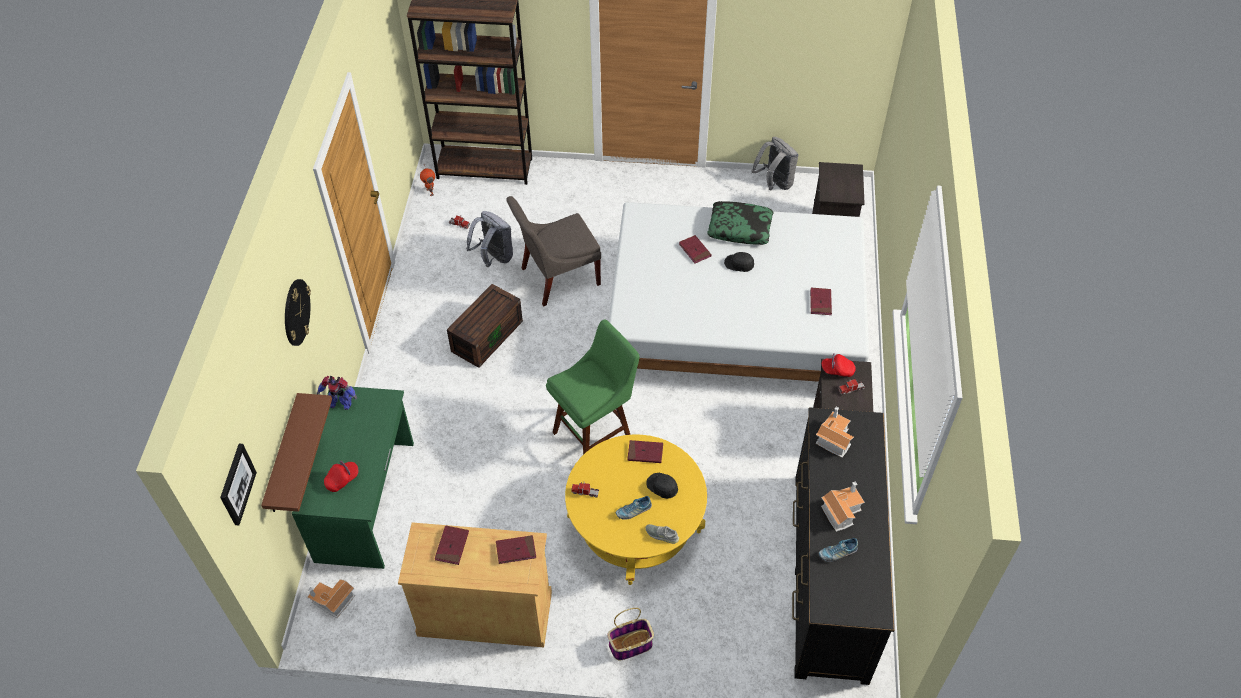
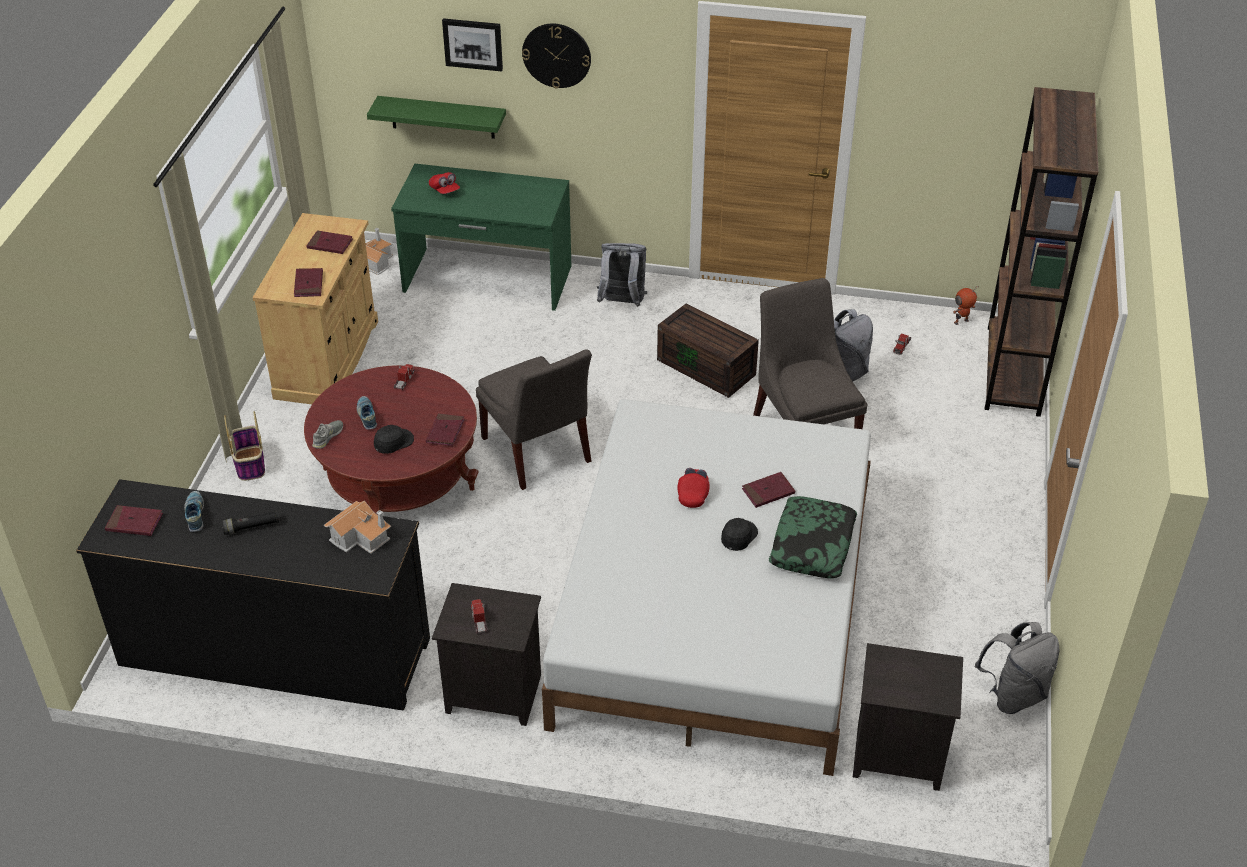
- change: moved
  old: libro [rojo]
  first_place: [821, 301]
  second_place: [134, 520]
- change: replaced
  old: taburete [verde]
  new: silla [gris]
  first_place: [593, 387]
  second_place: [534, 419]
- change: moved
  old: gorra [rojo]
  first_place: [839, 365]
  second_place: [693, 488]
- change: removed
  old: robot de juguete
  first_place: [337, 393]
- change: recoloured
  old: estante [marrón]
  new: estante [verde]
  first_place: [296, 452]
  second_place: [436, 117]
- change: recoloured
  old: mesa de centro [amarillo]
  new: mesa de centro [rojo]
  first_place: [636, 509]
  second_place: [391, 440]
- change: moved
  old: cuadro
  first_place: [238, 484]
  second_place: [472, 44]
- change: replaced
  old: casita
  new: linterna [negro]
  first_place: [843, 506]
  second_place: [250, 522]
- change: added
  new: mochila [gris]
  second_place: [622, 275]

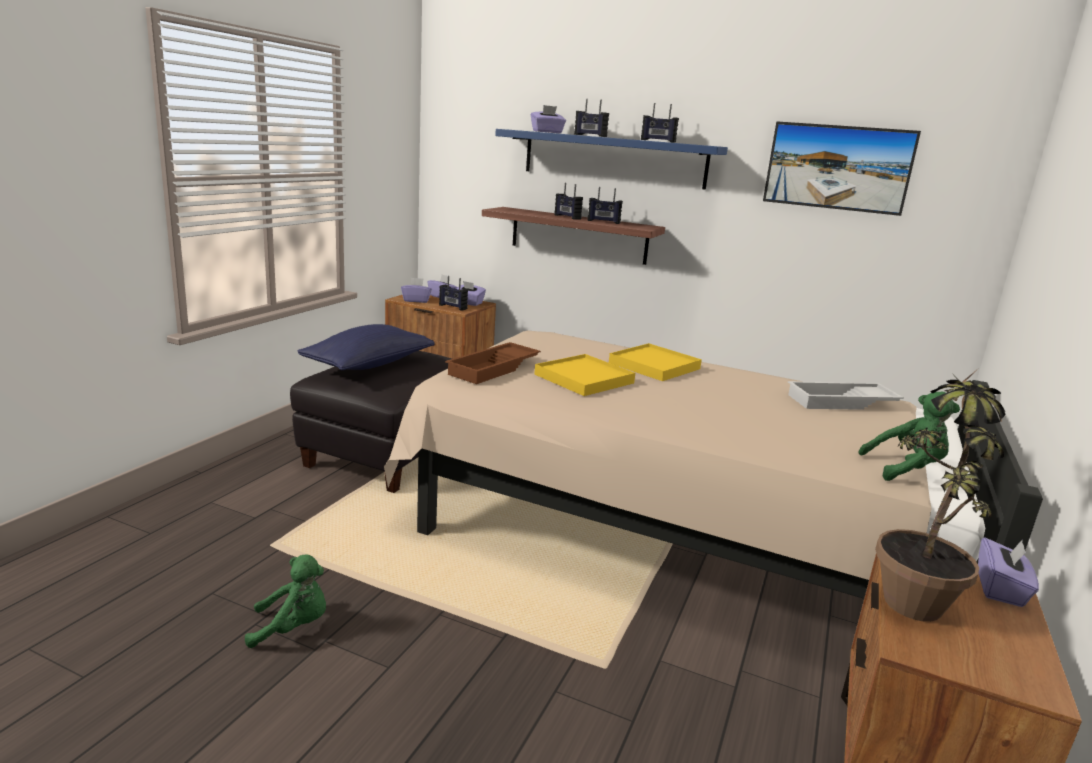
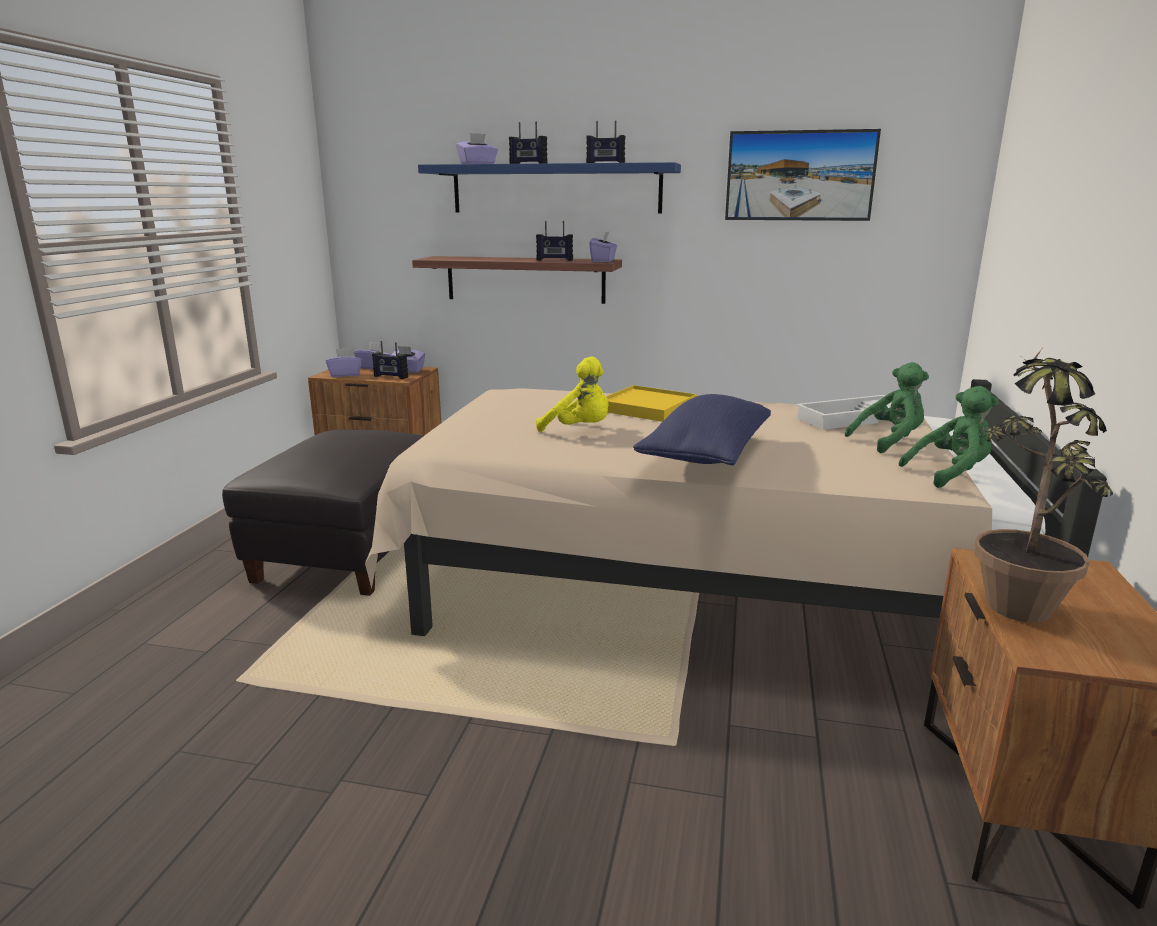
- change: removed
  old: radio
  first_place: [568, 201]
- change: moved
  old: cojín [azul]
  first_place: [366, 347]
  second_place: [702, 429]
- change: removed
  old: bandeja [marrón]
  first_place: [493, 363]
- change: replaced
  old: bandeja [amarillo]
  new: peluche [amarillo]
  first_place: [584, 375]
  second_place: [572, 394]
- change: moved
  old: caja de pañuelos [morado]
  first_place: [1008, 572]
  second_place: [603, 246]
- change: moved
  old: peluche [verde]
  first_place: [285, 601]
  second_place: [887, 407]

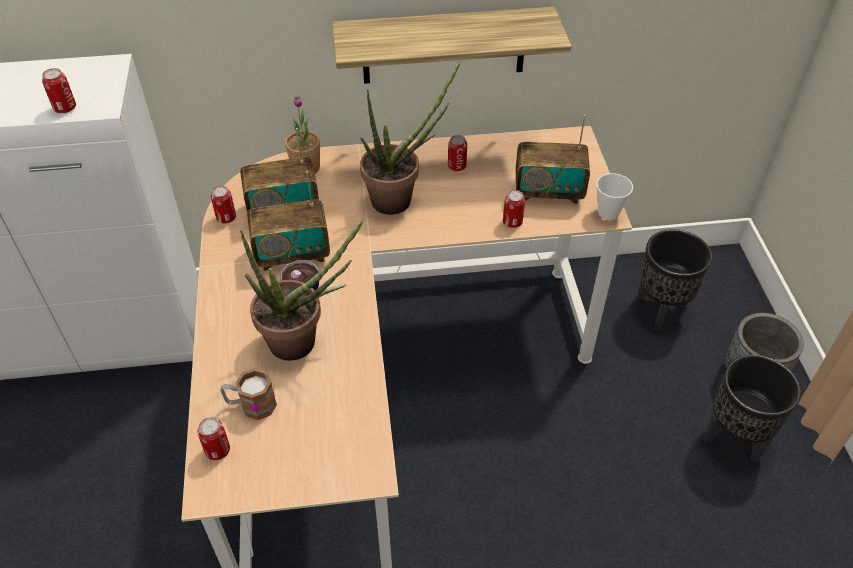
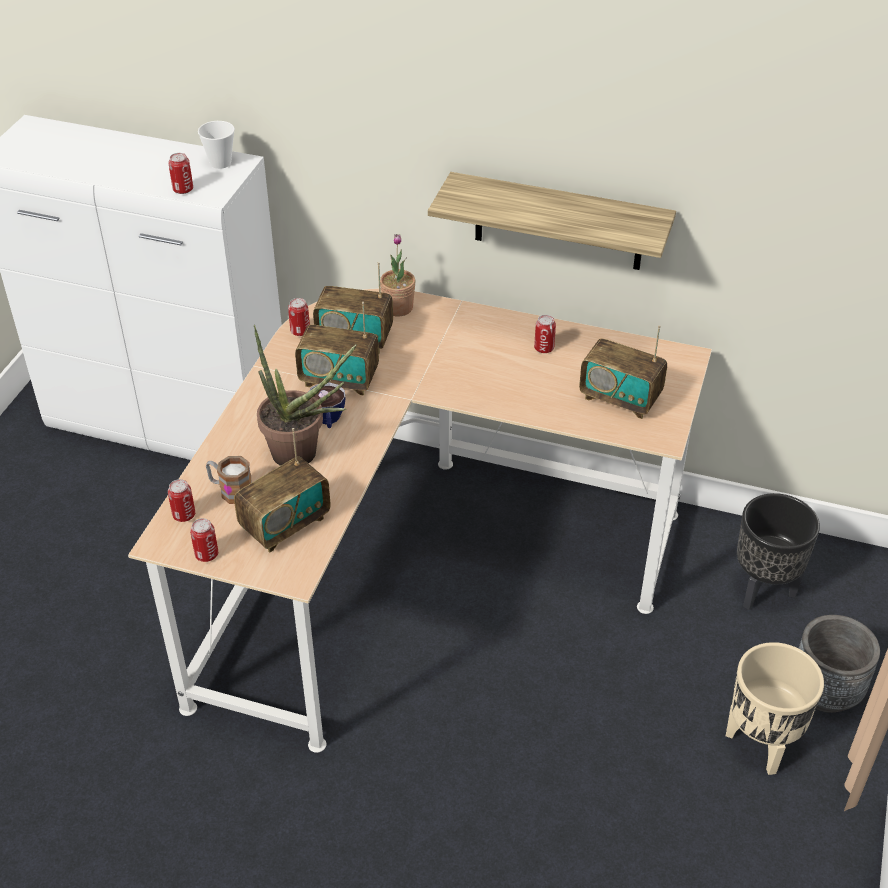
- change: removed
  old: planta en maceta
  first_place: [410, 137]
- change: moved
  old: taza
  first_place: [614, 196]
  second_place: [216, 145]
- change: moved
  old: lata
  first_place: [514, 209]
  second_place: [204, 540]
- change: recoloured
  old: maceta [negro]
  new: maceta [beis]
  first_place: [752, 409]
  second_place: [775, 708]
- change: added
  new: radio
  second_place: [282, 490]

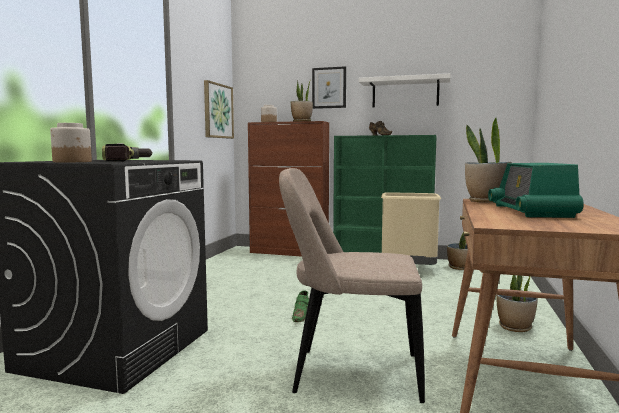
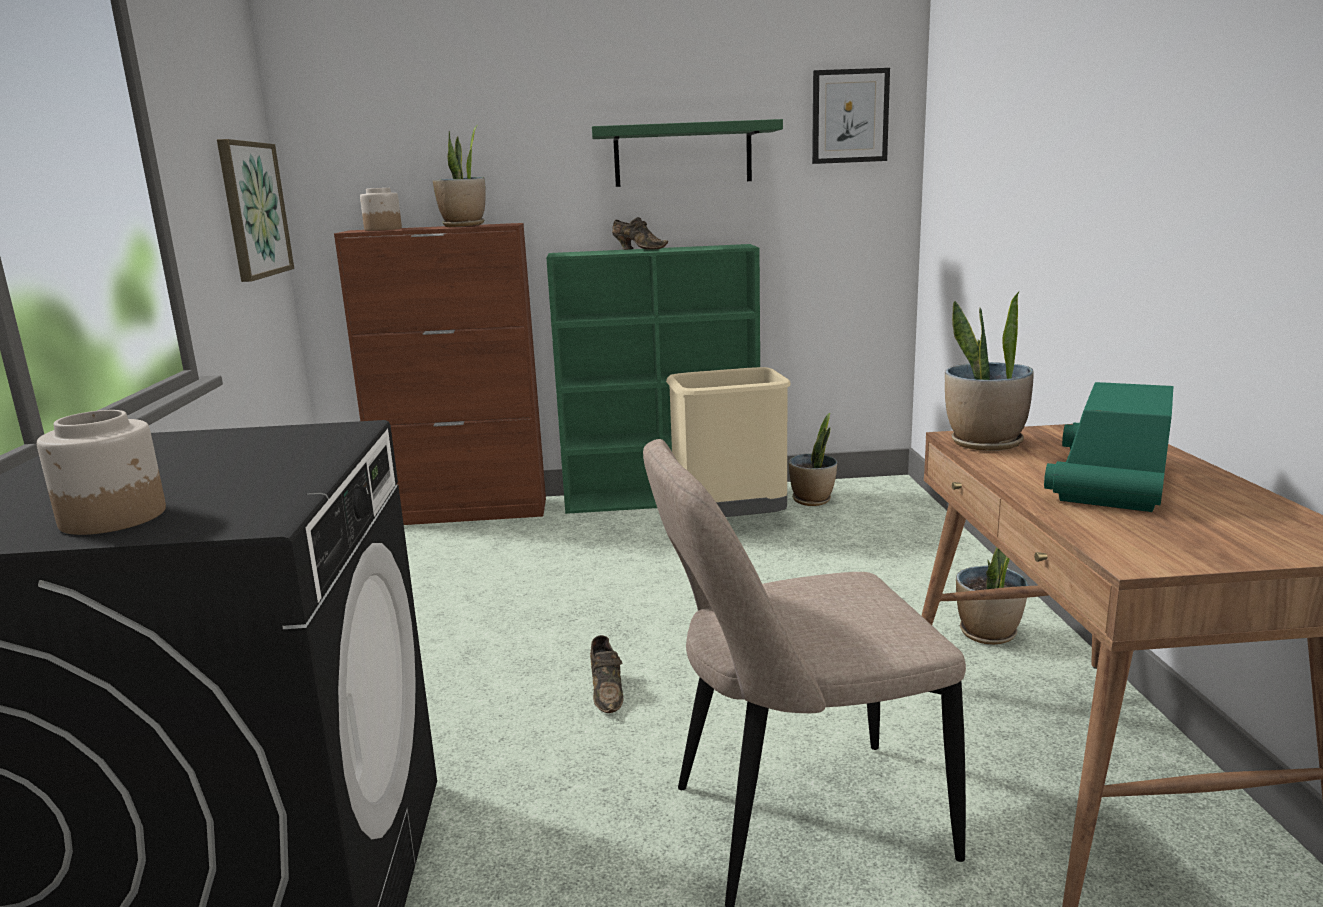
- change: moved
  old: cuadro
  first_place: [329, 87]
  second_place: [851, 116]
- change: recoloured
  old: estante [blanco]
  new: estante [verde]
  first_place: [405, 90]
  second_place: [687, 153]
- change: removed
  old: taladro
  first_place: [127, 152]
- change: turned
  old: radio
  first_place: [536, 190]
  second_place: [1108, 447]
  degrees: 45
- change: recoloured
  old: zapato [verde]
  new: zapato [marrón]
  first_place: [300, 306]
  second_place: [606, 674]

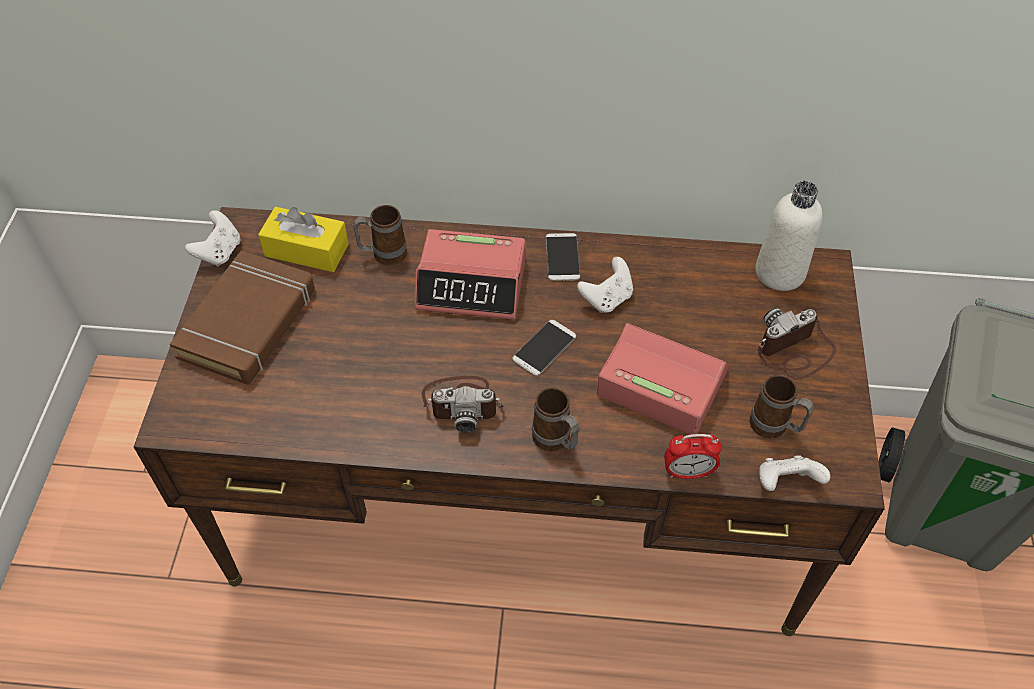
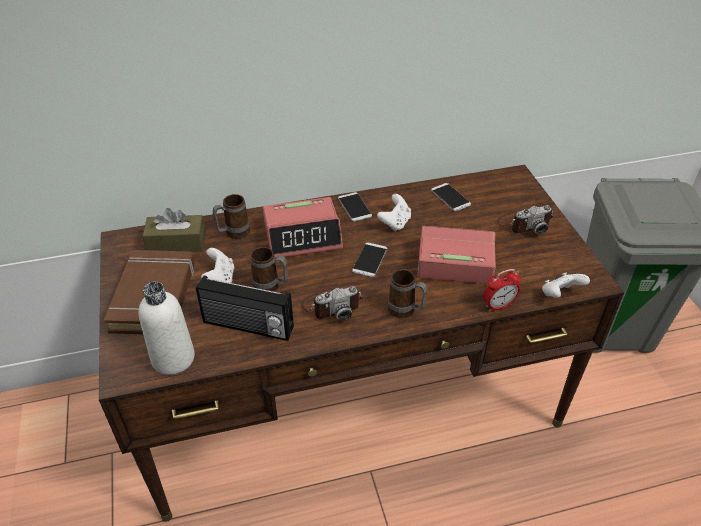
- change: moved
  old: botella [blanco]
  first_place: [789, 236]
  second_place: [167, 328]
- change: recoloured
  old: caja de pañuelos [amarillo]
  new: caja de pañuelos [marrón]
  first_place: [303, 239]
  second_place: [174, 230]
- change: moved
  old: mando de consola [blanco]
  first_place: [212, 238]
  second_place: [217, 265]
- change: turned
  old: cámara
  first_place: [797, 344]
  second_place: [525, 220]
  degrees: -150
- change: moved
  old: taza grande
  first_place: [782, 407]
  second_place: [269, 269]
- change: added
  new: móvil
  second_place: [451, 197]
- change: added
  new: radio
  second_place: [245, 308]

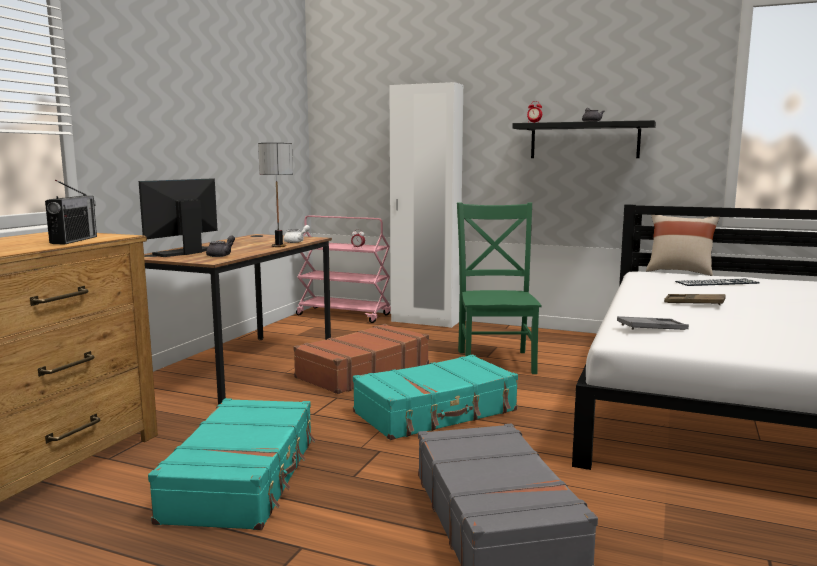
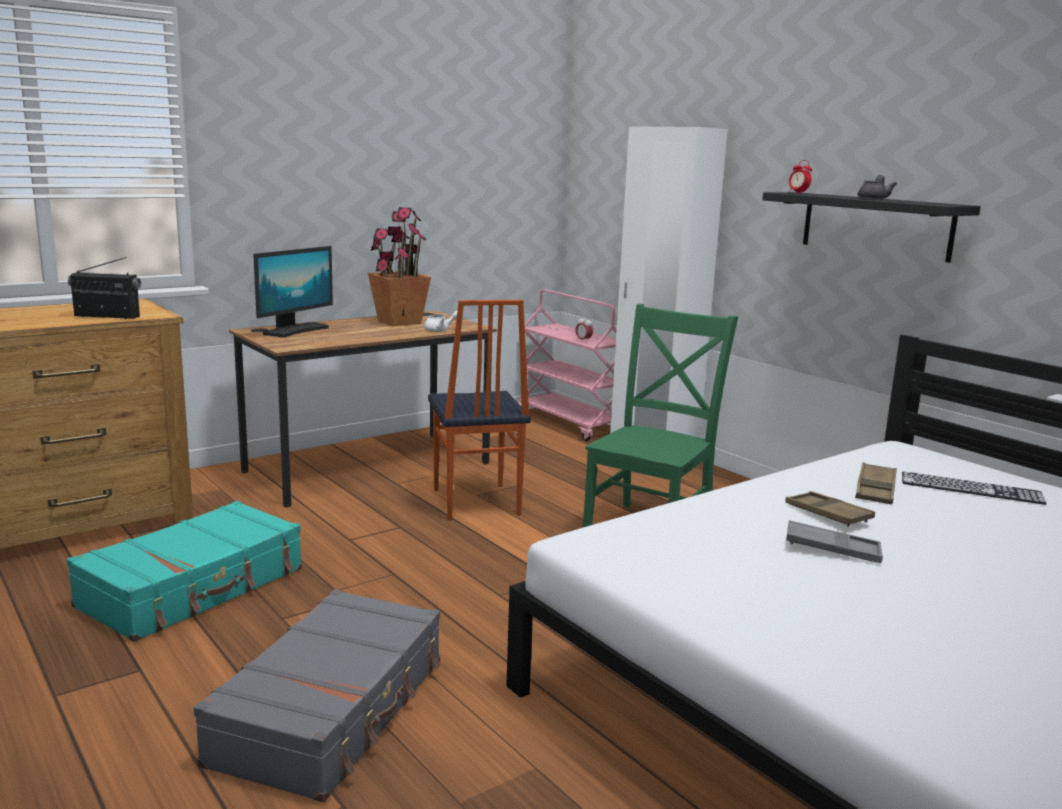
- change: removed
  old: lámpara de mesa
  first_place: [275, 195]
- change: turned
  old: monitor
  first_place: [178, 217]
  second_place: [293, 292]
  degrees: 150
- change: turned
  old: radio
  first_place: [71, 212]
  second_place: [104, 288]
  degrees: -120
- change: removed
  old: cojín [beis]
  first_place: [682, 245]
- change: removed
  old: tetera [gris]
  first_place: [220, 246]
- change: moved
  old: bandeja [gris]
  first_place: [653, 323]
  second_place: [834, 541]
- change: replaced
  old: maleta [marrón]
  new: silla
  first_place: [361, 359]
  second_place: [479, 410]
- change: removed
  old: maleta [turquesa]
  first_place: [435, 397]
- change: added
  new: planta en maceta
  second_place: [399, 266]
- change: added
  new: bandeja [marrón]
  second_place: [876, 483]

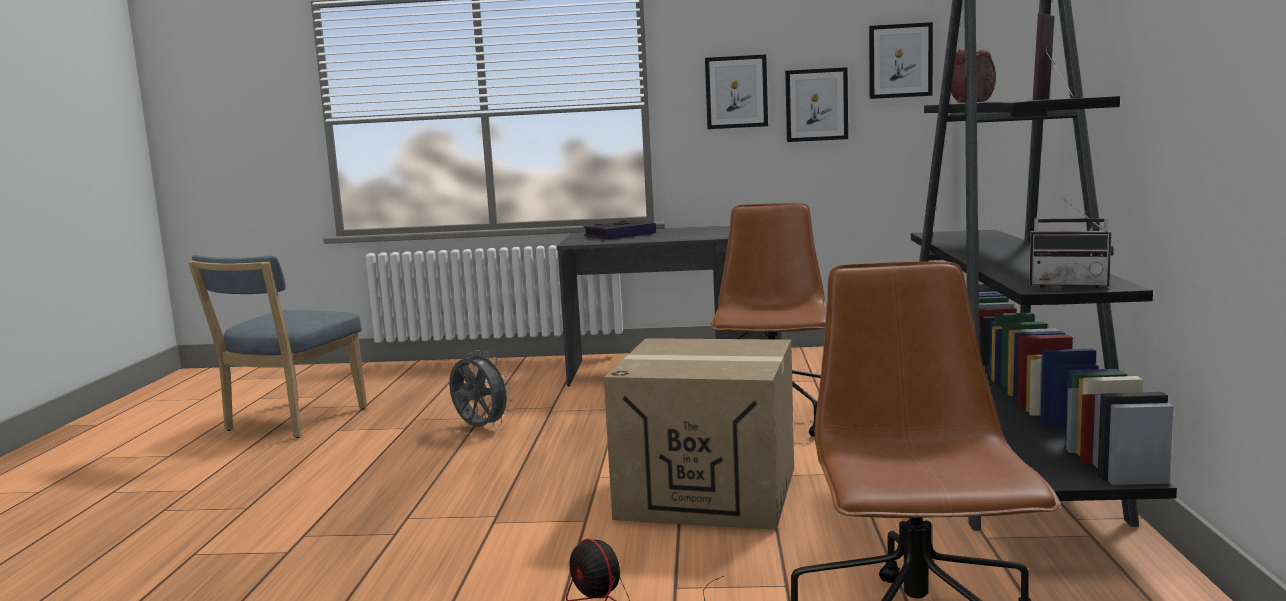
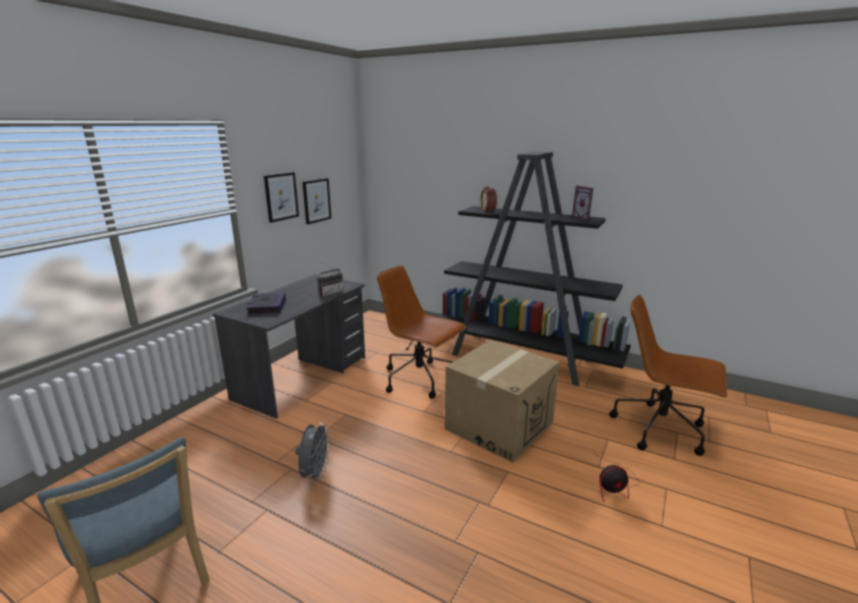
- change: removed
  old: cuadro
  first_place: [901, 60]
- change: moved
  old: radio
  first_place: [1071, 243]
  second_place: [330, 280]
- change: turned
  old: ventilador [gris]
  first_place: [481, 389]
  second_place: [313, 452]
  degrees: 120

